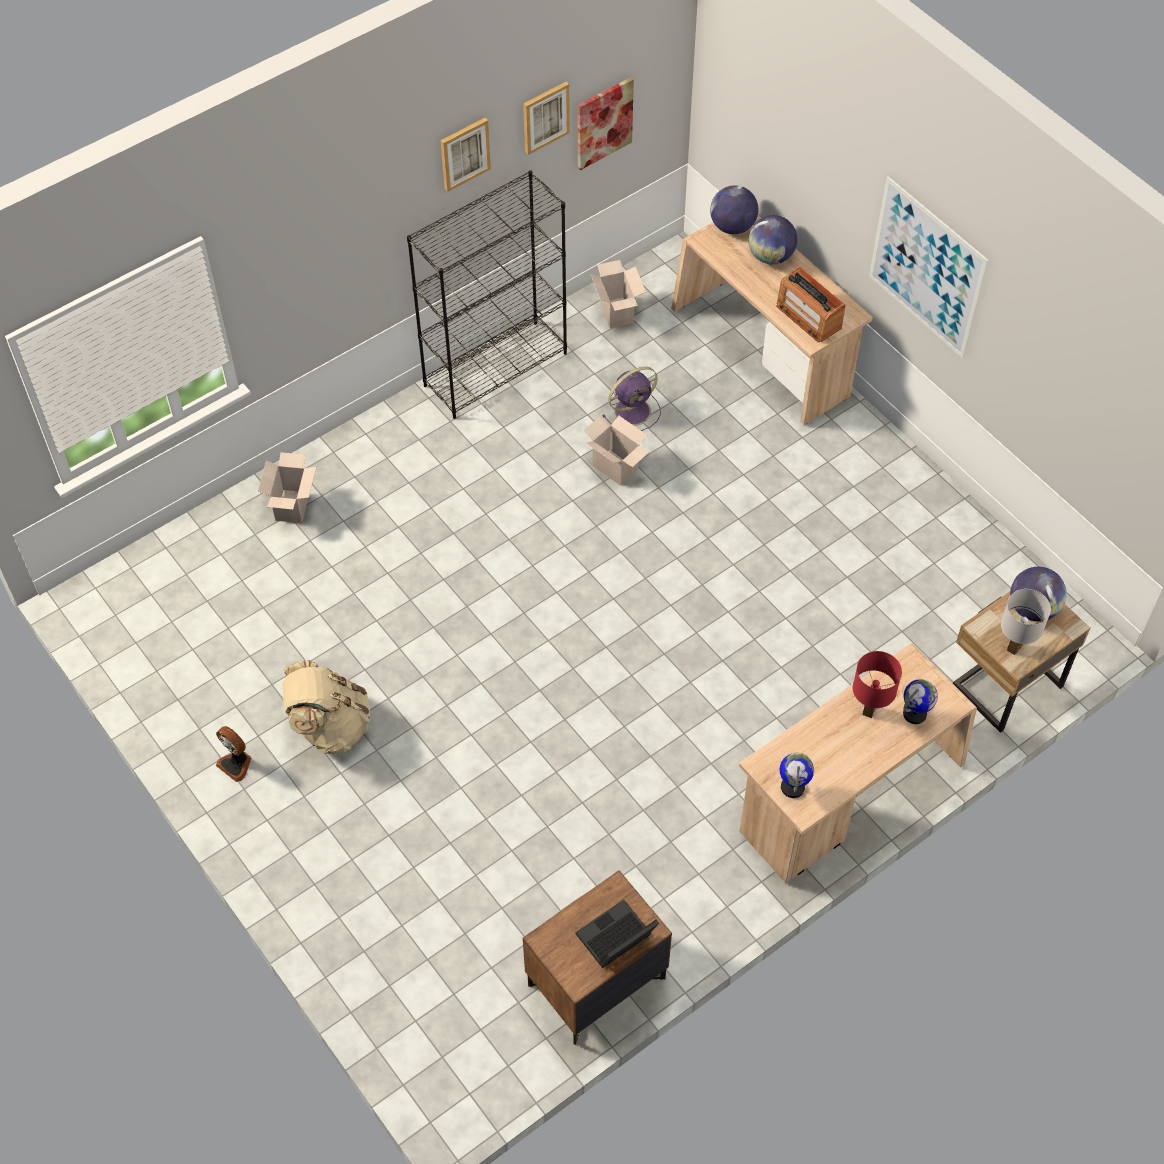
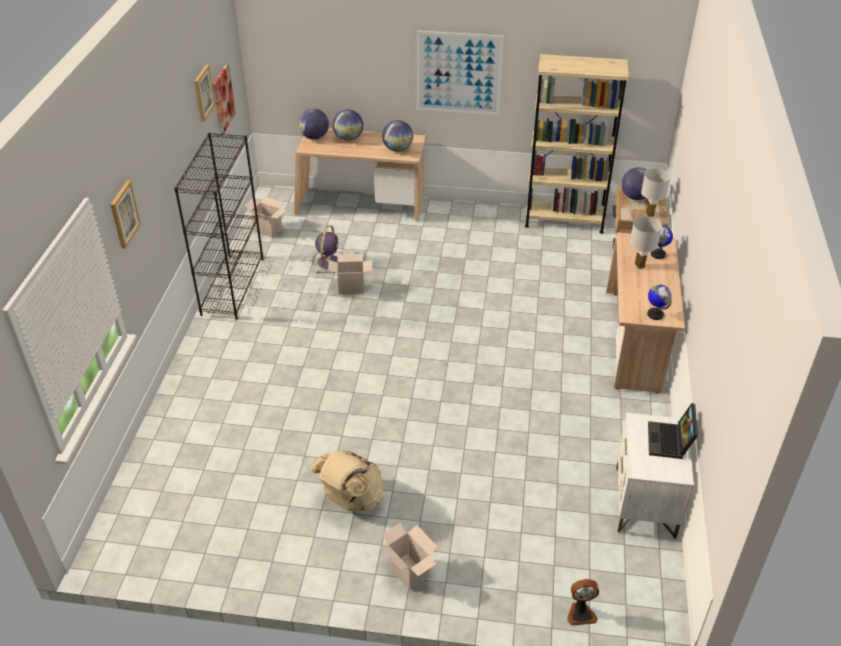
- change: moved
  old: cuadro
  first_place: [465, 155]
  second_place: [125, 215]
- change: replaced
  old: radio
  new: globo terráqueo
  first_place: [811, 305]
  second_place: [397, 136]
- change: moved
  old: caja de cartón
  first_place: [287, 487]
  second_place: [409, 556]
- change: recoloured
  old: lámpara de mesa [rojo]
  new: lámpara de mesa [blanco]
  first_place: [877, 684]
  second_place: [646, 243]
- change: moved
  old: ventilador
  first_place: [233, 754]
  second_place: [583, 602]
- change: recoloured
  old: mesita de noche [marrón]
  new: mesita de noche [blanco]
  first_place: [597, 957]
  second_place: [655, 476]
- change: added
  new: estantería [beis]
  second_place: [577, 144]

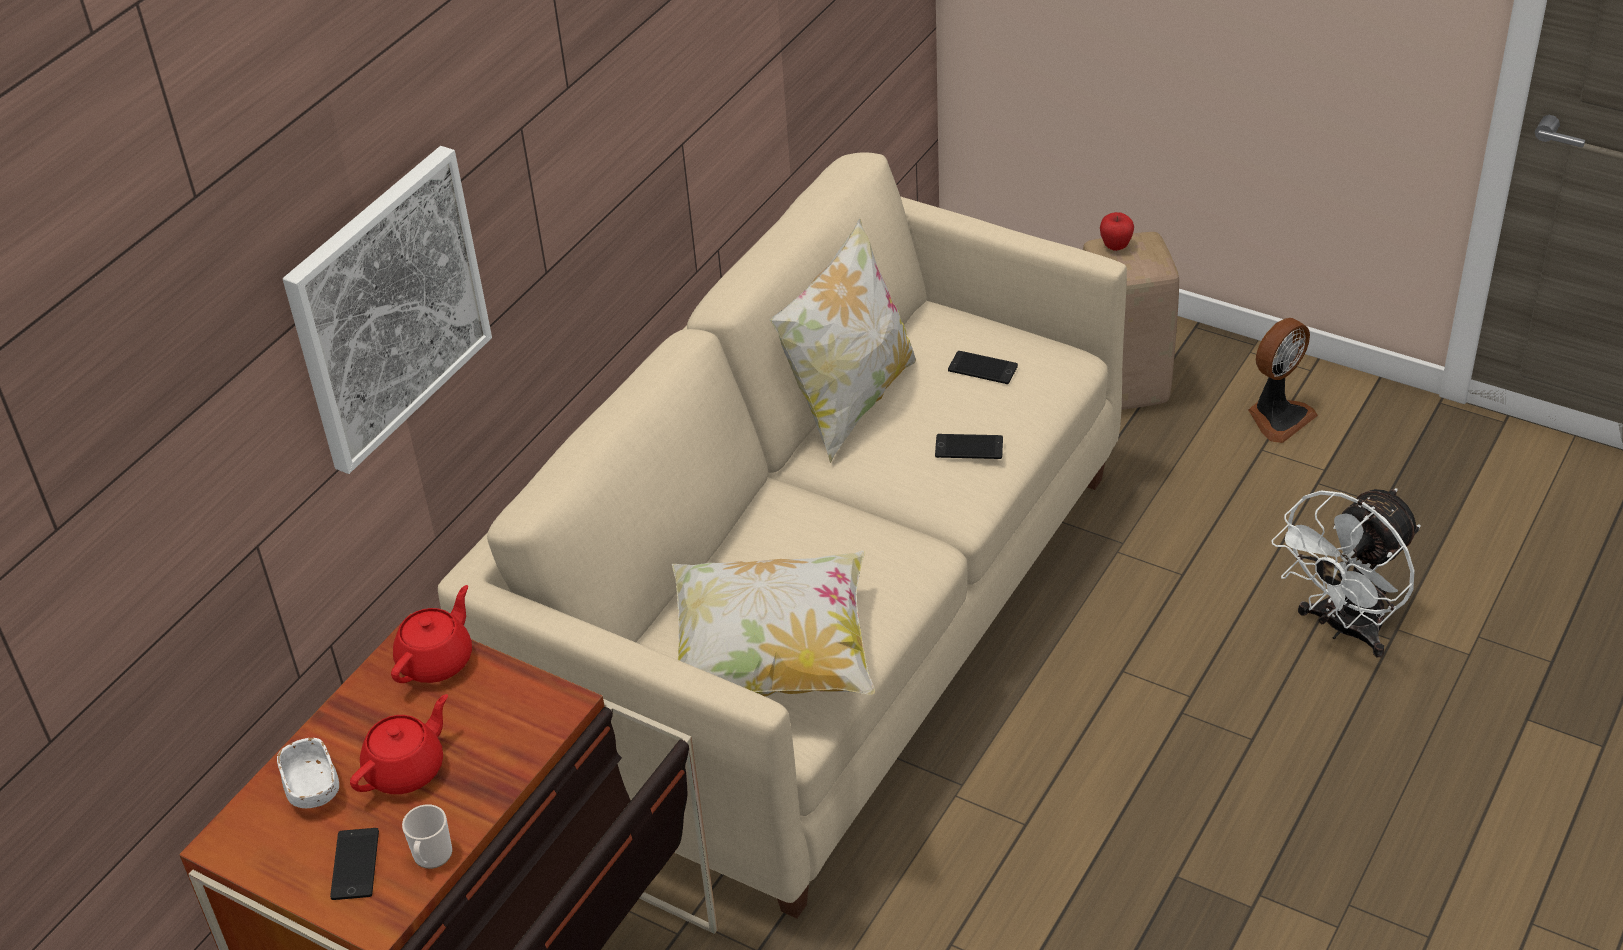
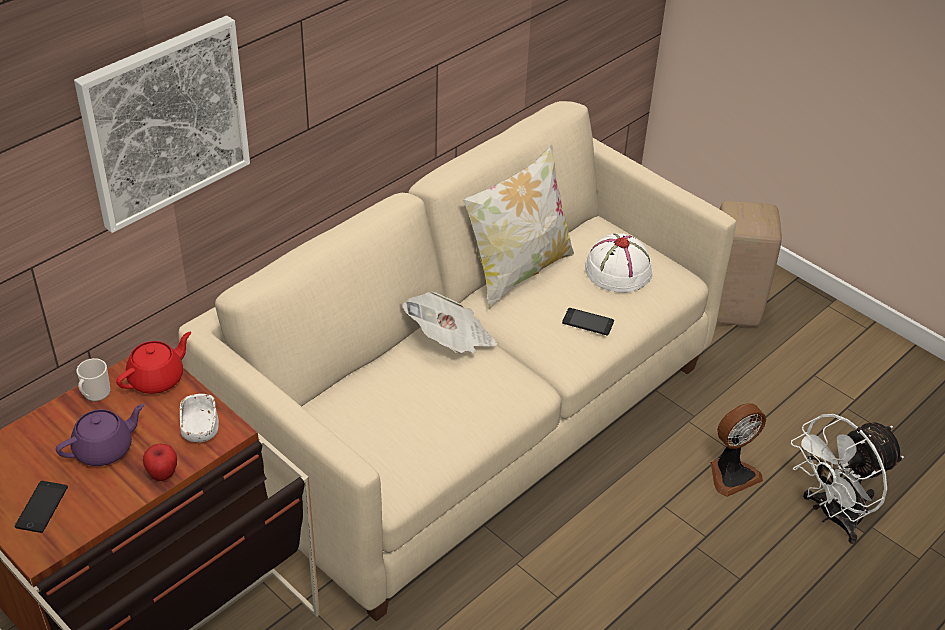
- change: moved
  old: manzana
  first_place: [1117, 231]
  second_place: [160, 462]
- change: moved
  old: ventilador
  first_place: [1283, 380]
  second_place: [738, 450]
- change: replaced
  old: móvil
  new: sombrero [blanco]
  first_place: [983, 367]
  second_place: [619, 263]
- change: removed
  old: cojín
  first_place: [773, 624]
- change: recoloured
  old: tetera [rojo]
  new: tetera [morado]
  first_place: [399, 744]
  second_place: [100, 435]
- change: moved
  old: cuenco [blanco]
  first_place: [308, 773]
  second_place: [199, 418]
- change: moved
  old: taza grande
  first_place: [427, 836]
  second_place: [94, 379]
- change: added
  new: periódico
  second_place: [449, 322]

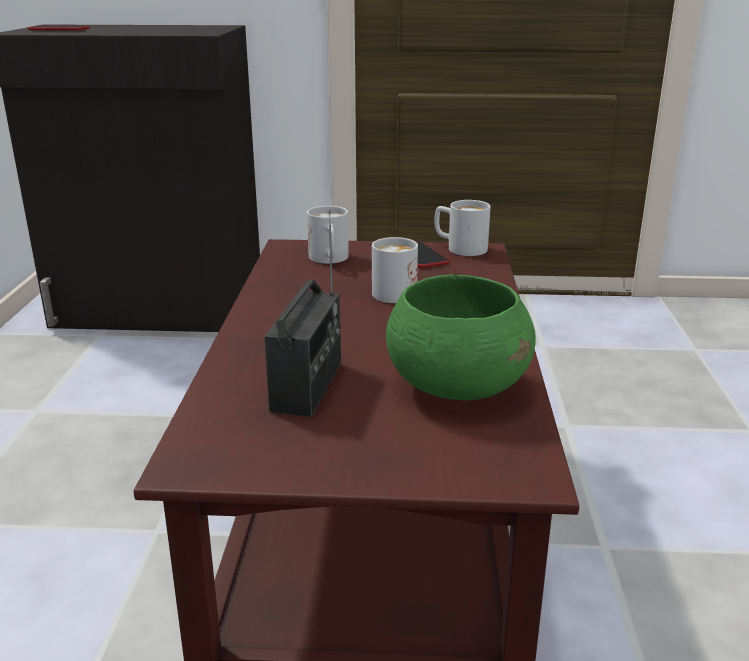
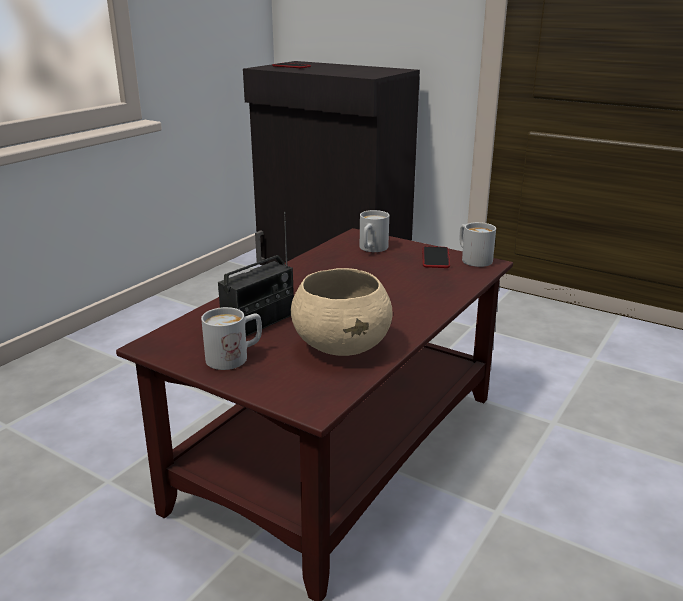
- change: moved
  old: taza grande [blanco]
  first_place: [395, 270]
  second_place: [231, 338]
- change: recoloured
  old: cuenco [verde]
  new: cuenco [beis]
  first_place: [461, 337]
  second_place: [342, 312]

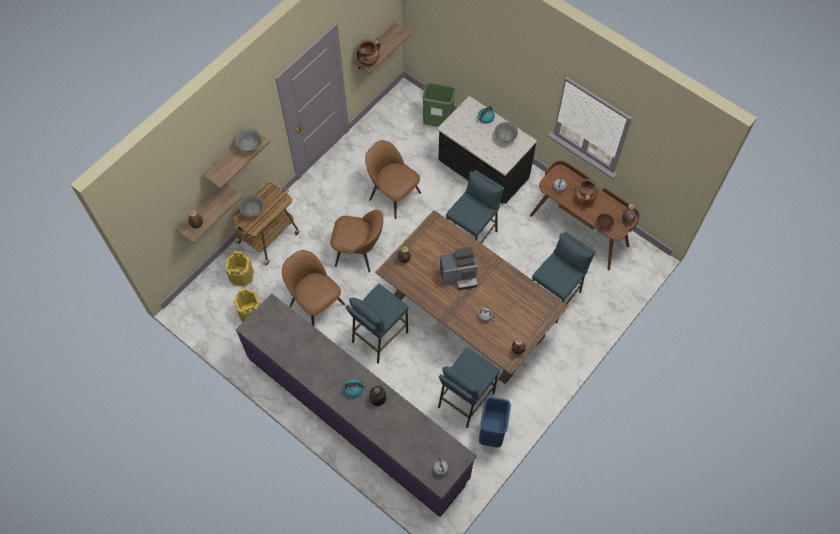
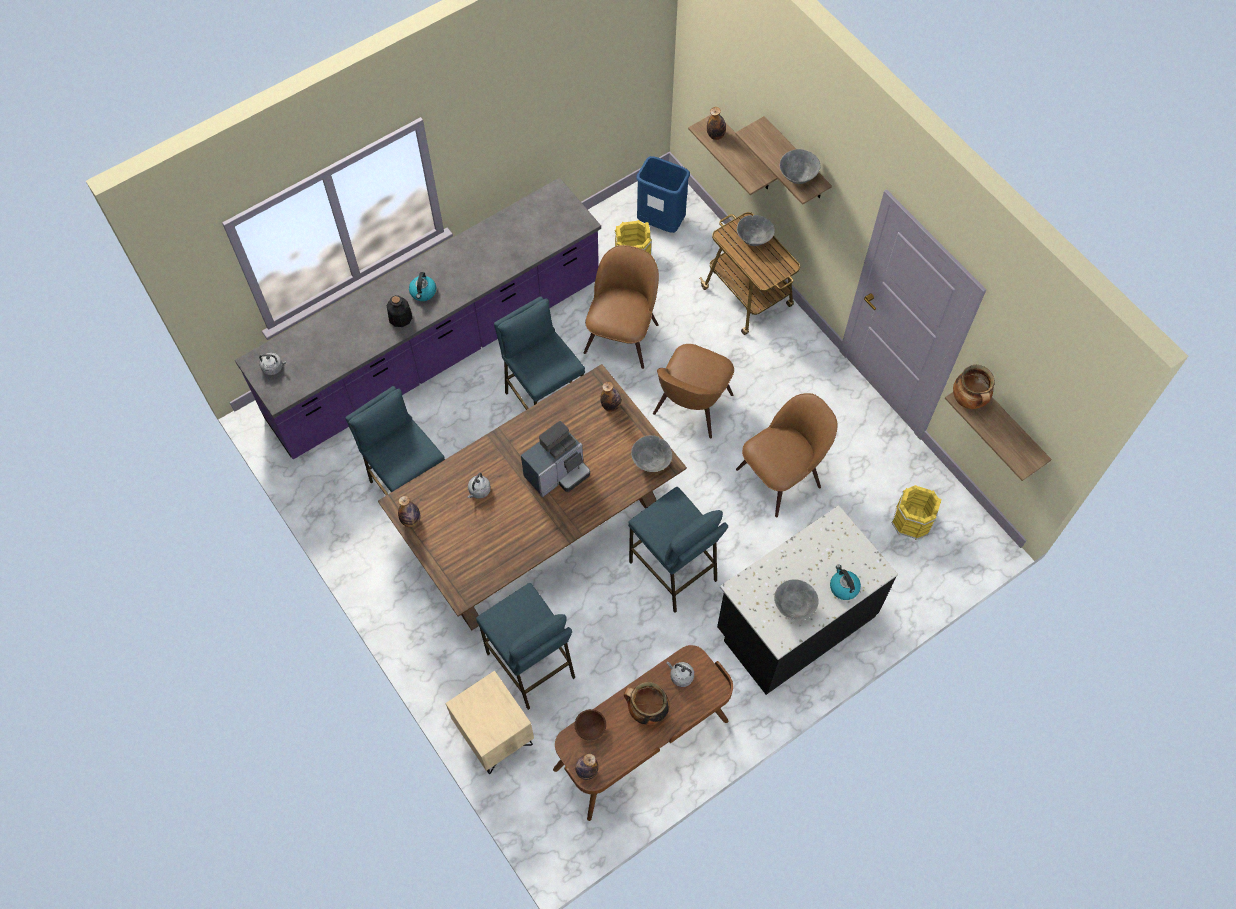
- change: removed
  old: papelera [verde]
  first_place: [438, 105]
- change: turned
  old: cafetera
  first_place: [459, 268]
  second_place: [555, 459]
  degrees: -135
- change: turned
  old: silla [marrón]
  first_place: [313, 288]
  second_place: [621, 307]
  degrees: -45
- change: moved
  old: cubo [amarillo]
  first_place: [239, 269]
  second_place: [916, 512]
- change: moved
  old: papelera [azul]
  first_place: [495, 422]
  second_place: [663, 194]
- change: added
  new: cuenco [gris]
  second_place: [651, 453]
- change: added
  new: mesita de noche [beis]
  second_place: [490, 722]

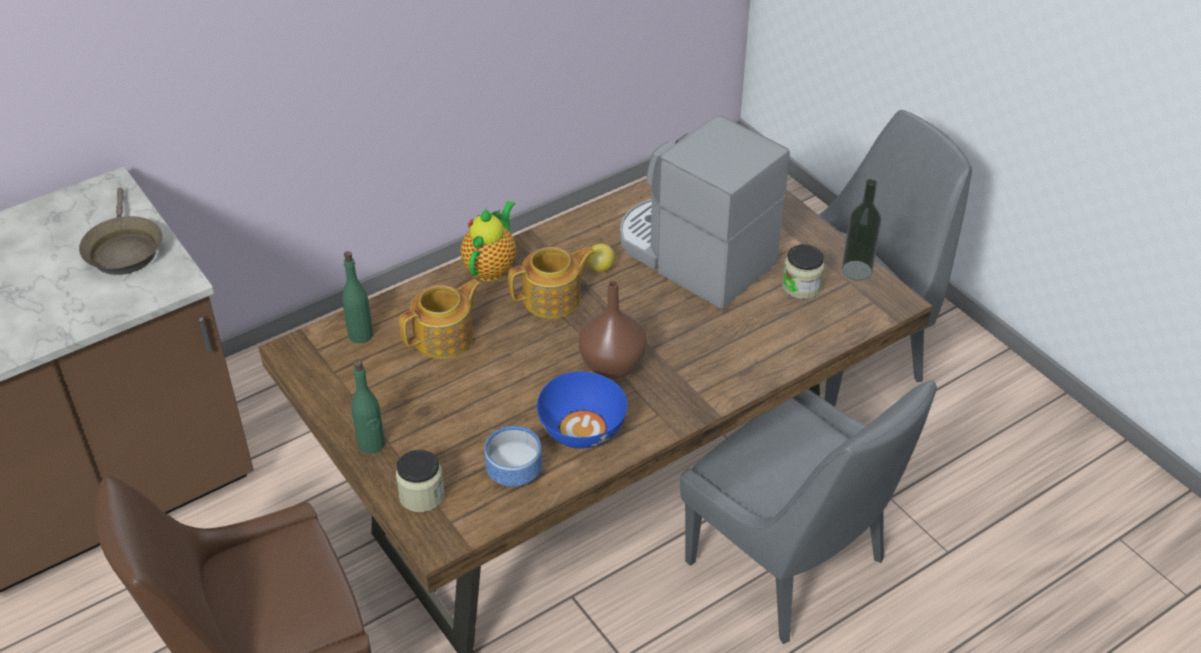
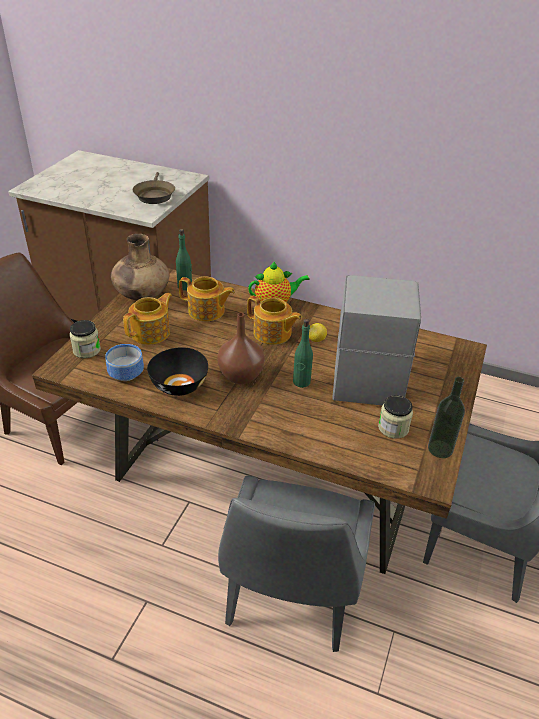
- change: turned
  old: sartén [marrón]
  first_place: [121, 231]
  second_place: [154, 188]
  degrees: -45
- change: moved
  old: botella [verde]
  first_place: [368, 406]
  second_place: [303, 353]
- change: recoloured
  old: cuenco [azul]
  new: cuenco [negro]
  first_place: [582, 410]
  second_place: [177, 371]
- change: added
  new: florero [marrón]
  second_place: [140, 267]
- change: added
  new: tetera
  second_place: [147, 318]

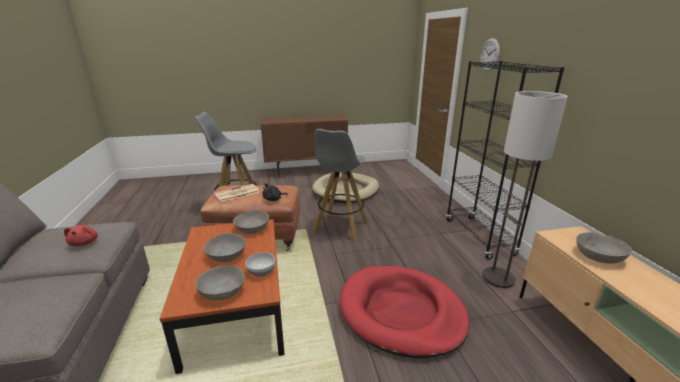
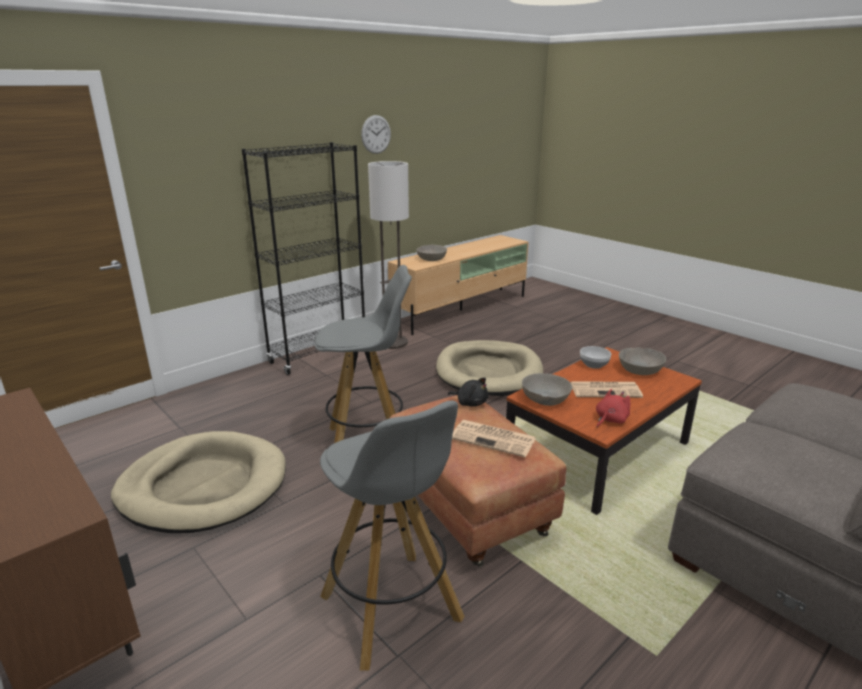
- change: moved
  old: reloj de pared
  first_place: [490, 54]
  second_place: [376, 134]
- change: moved
  old: peluche [rojo]
  first_place: [81, 235]
  second_place: [613, 408]
- change: replaced
  old: cuenco [gris]
  new: periódico
  first_place: [224, 247]
  second_place: [606, 389]
- change: recoloured
  old: cama para perro [rojo]
  new: cama para perro [beis]
  first_place: [405, 312]
  second_place: [489, 368]

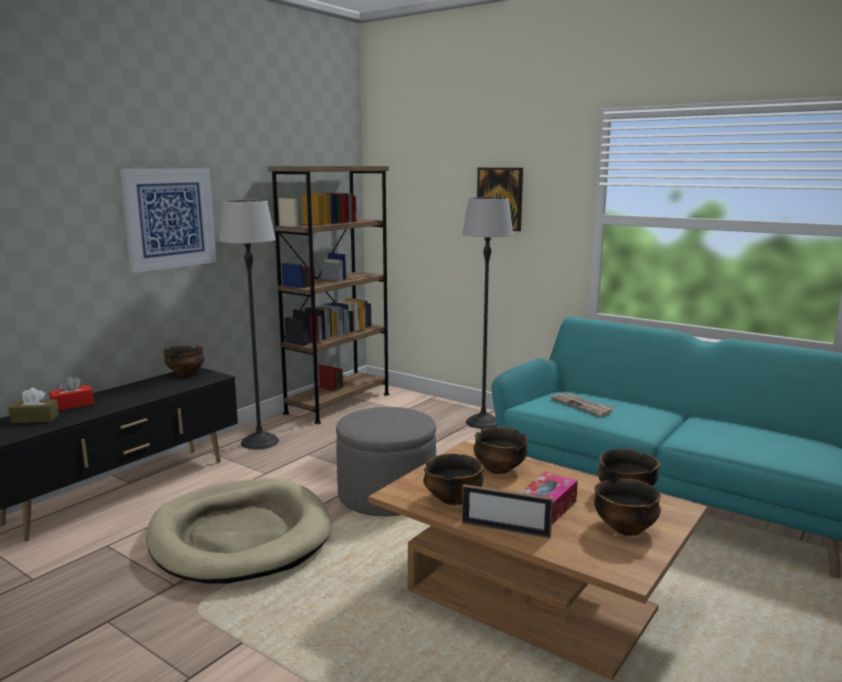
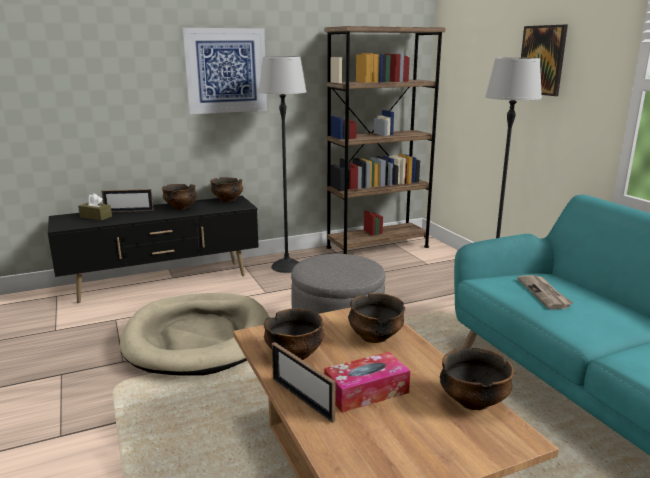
- change: replaced
  old: caja de pañuelos [rojo]
  new: portarretratos
  first_place: [71, 393]
  second_place: [127, 200]
- change: moved
  old: cuenco
  first_place: [627, 507]
  second_place: [179, 197]

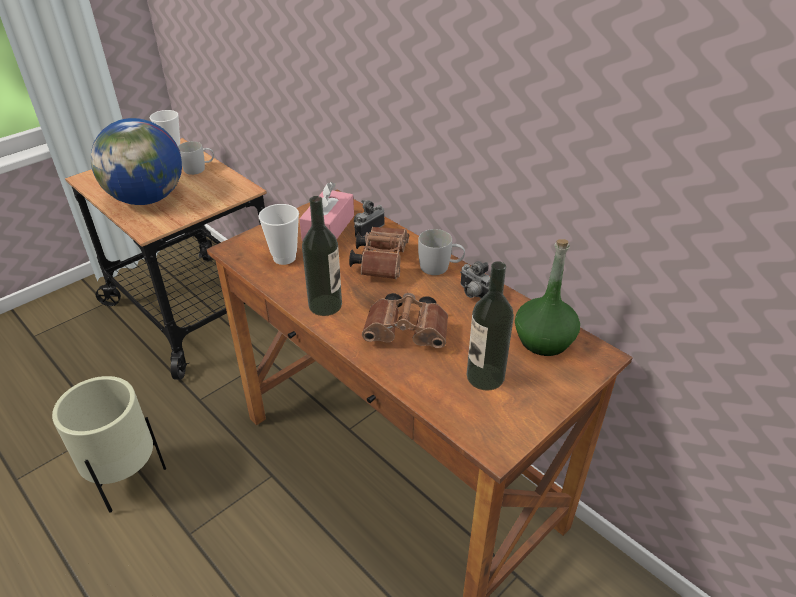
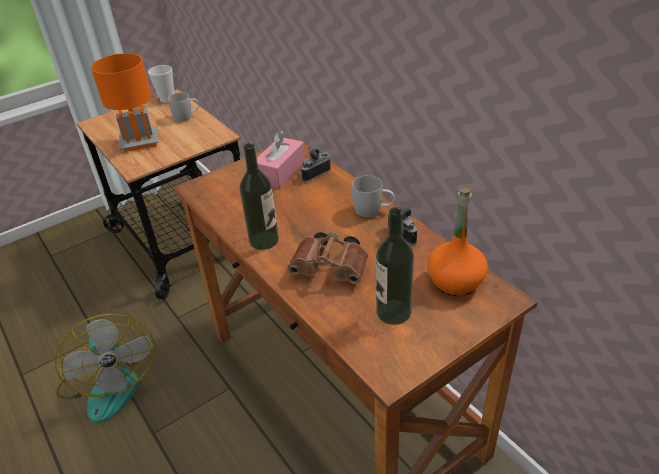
- change: replaced
  old: globo terráqueo
  new: lámpara de mesa [naranja]
  first_place: [136, 161]
  second_place: [125, 102]
- change: removed
  old: taza
  first_place: [278, 234]
- change: removed
  old: prismáticos [marrón]
  first_place: [379, 253]
- change: recoloured
  old: botella [verde]
  new: botella [naranja]
  first_place: [547, 297]
  second_place: [457, 242]
- change: replaced
  old: maceta [beis]
  new: ventilador
  first_place: [109, 444]
  second_place: [105, 368]

